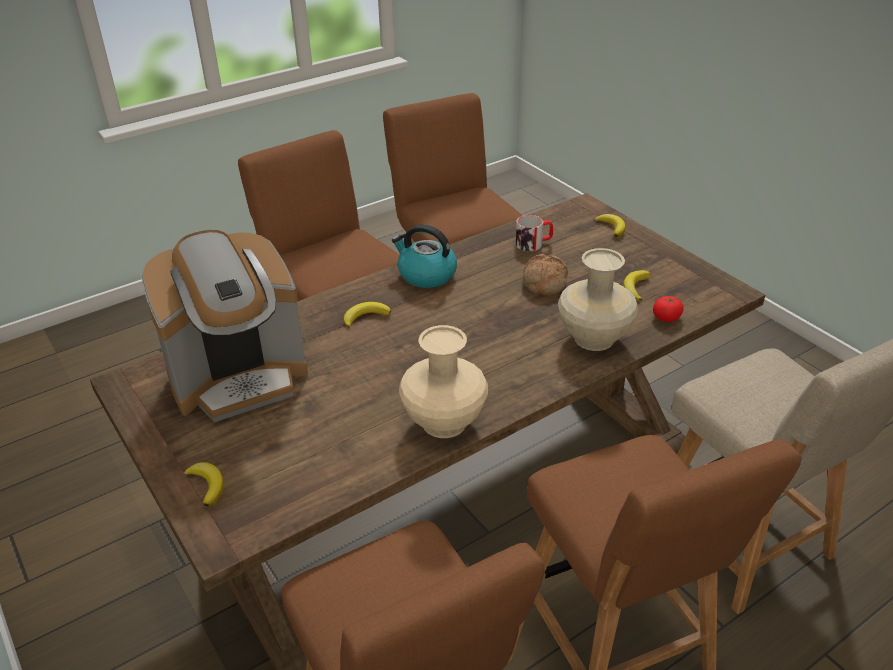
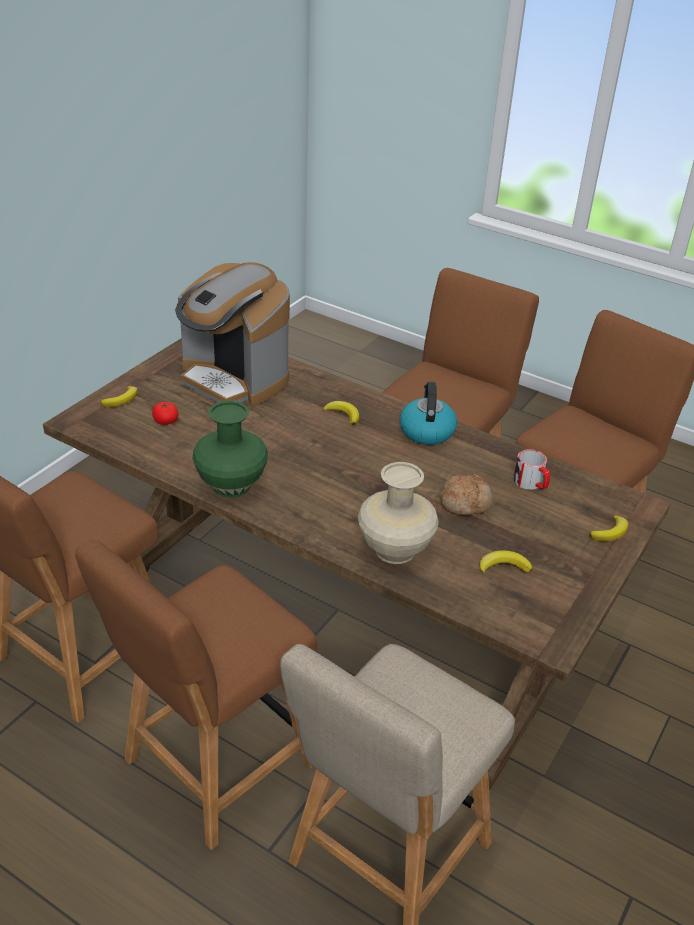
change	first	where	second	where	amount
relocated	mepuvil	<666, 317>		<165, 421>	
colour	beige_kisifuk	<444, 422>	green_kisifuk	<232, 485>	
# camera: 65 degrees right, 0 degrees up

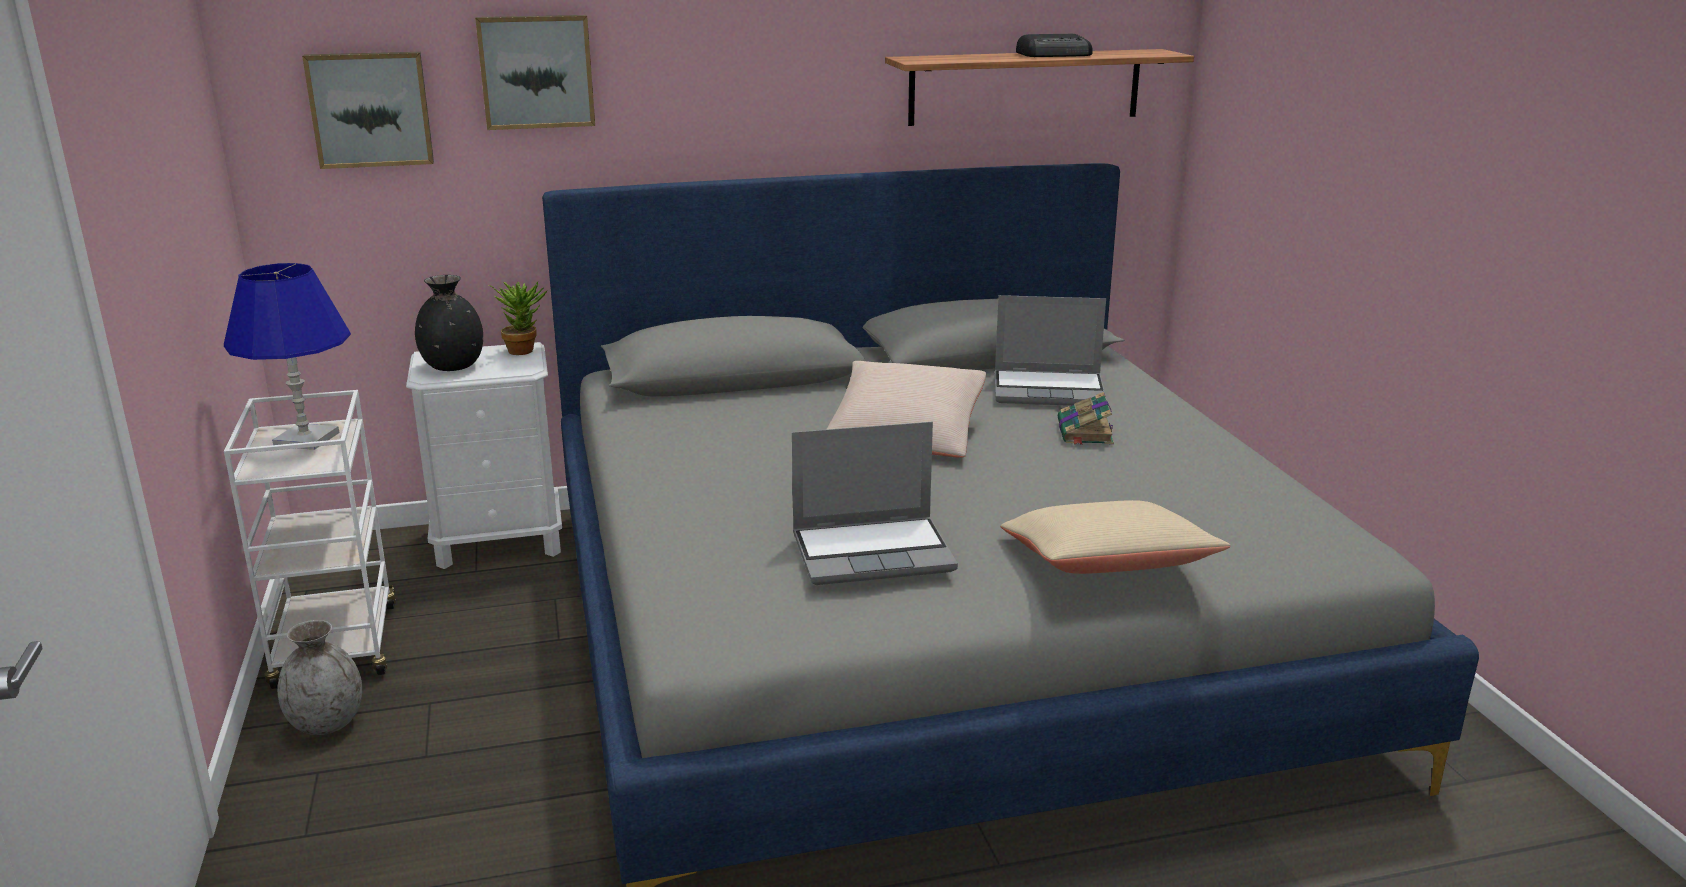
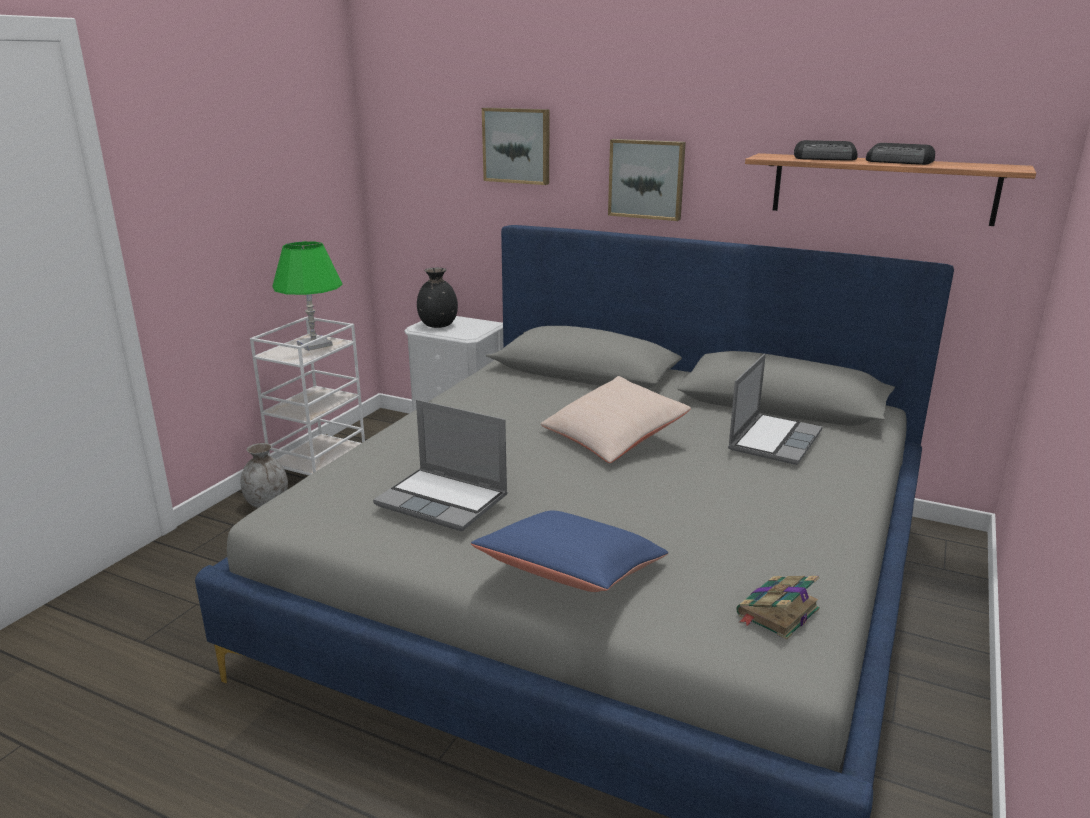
change	first	where	second	where	amount
relocated	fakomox	<370, 109>		<647, 179>	
colour	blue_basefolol	<306, 439>	green_basefolol	<314, 344>	
missing	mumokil	<524, 349>			
spun	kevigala	<1050, 390>		<773, 440>	105 degrees counterclockwise
relocated	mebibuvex	<1085, 433>		<776, 613>	
colour	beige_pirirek	<1106, 568>	blue_pirirek	<572, 574>	
appeared			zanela	<825, 158>	
# camera: 40 degrees right, 0 degrees up

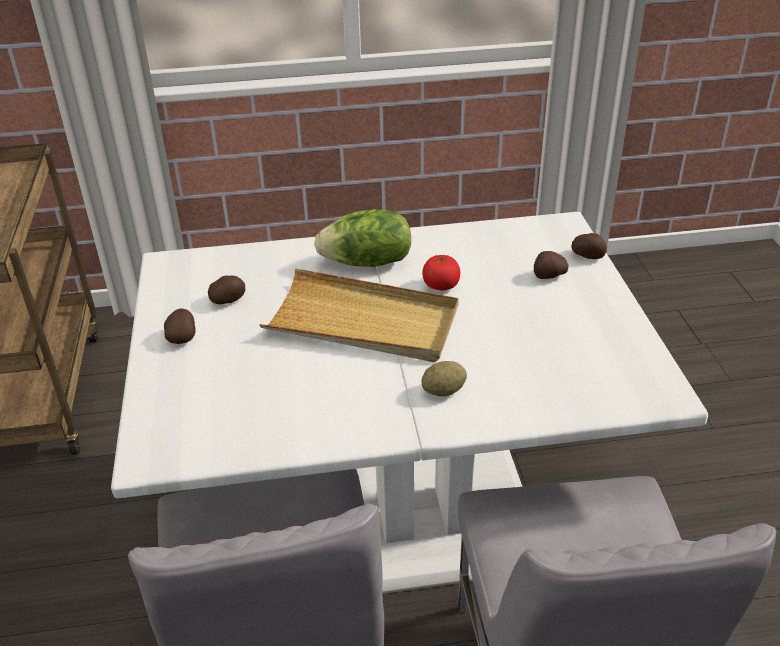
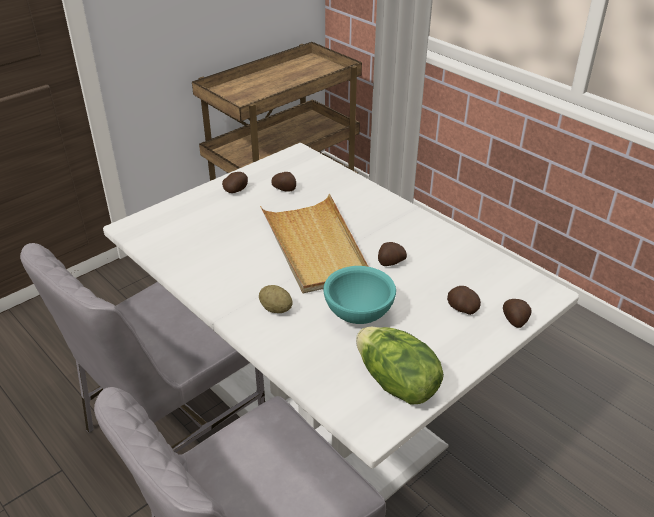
change	first	where	second	where	amount
relocated	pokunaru	<368, 263>		<396, 383>	
exchanged	mepuvil	<441, 286>	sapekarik	<390, 262>	
appeared			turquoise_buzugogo	<357, 314>	
# camera: 55 degrees right, 0 degrees up

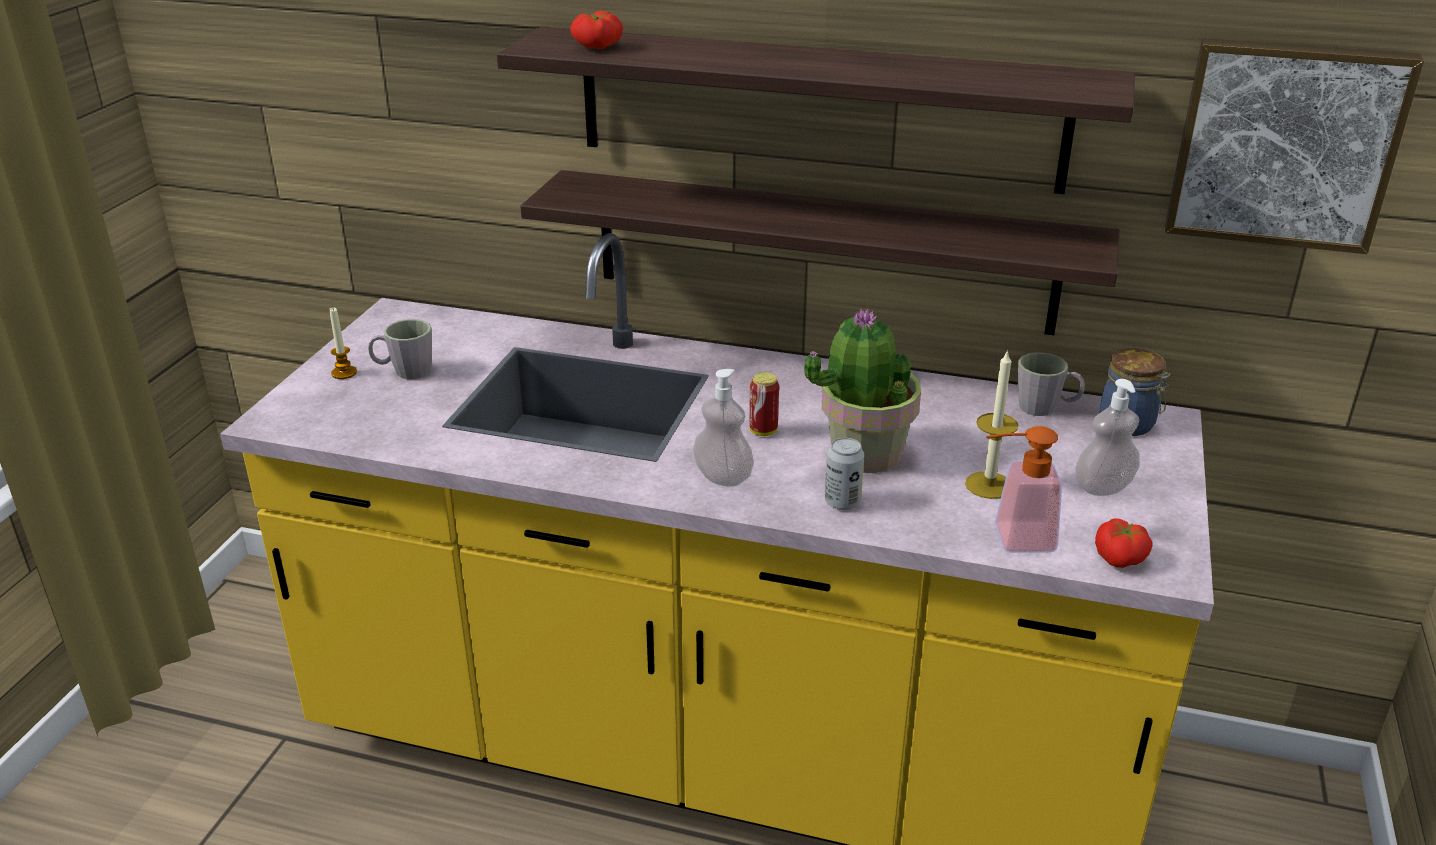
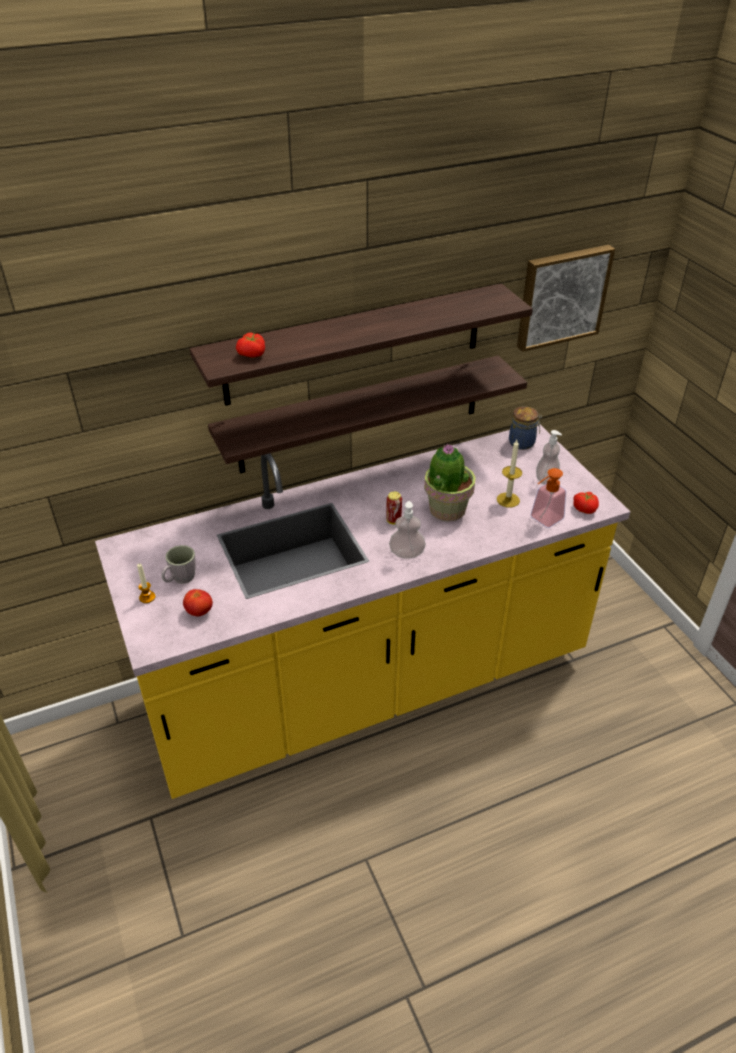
change	first	where	second	where	amount
missing	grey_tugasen	<1045, 408>			
missing	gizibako	<842, 502>			
appeared			mepuvil	<199, 612>	
# camera: 40 degrees left, 10 degrees up

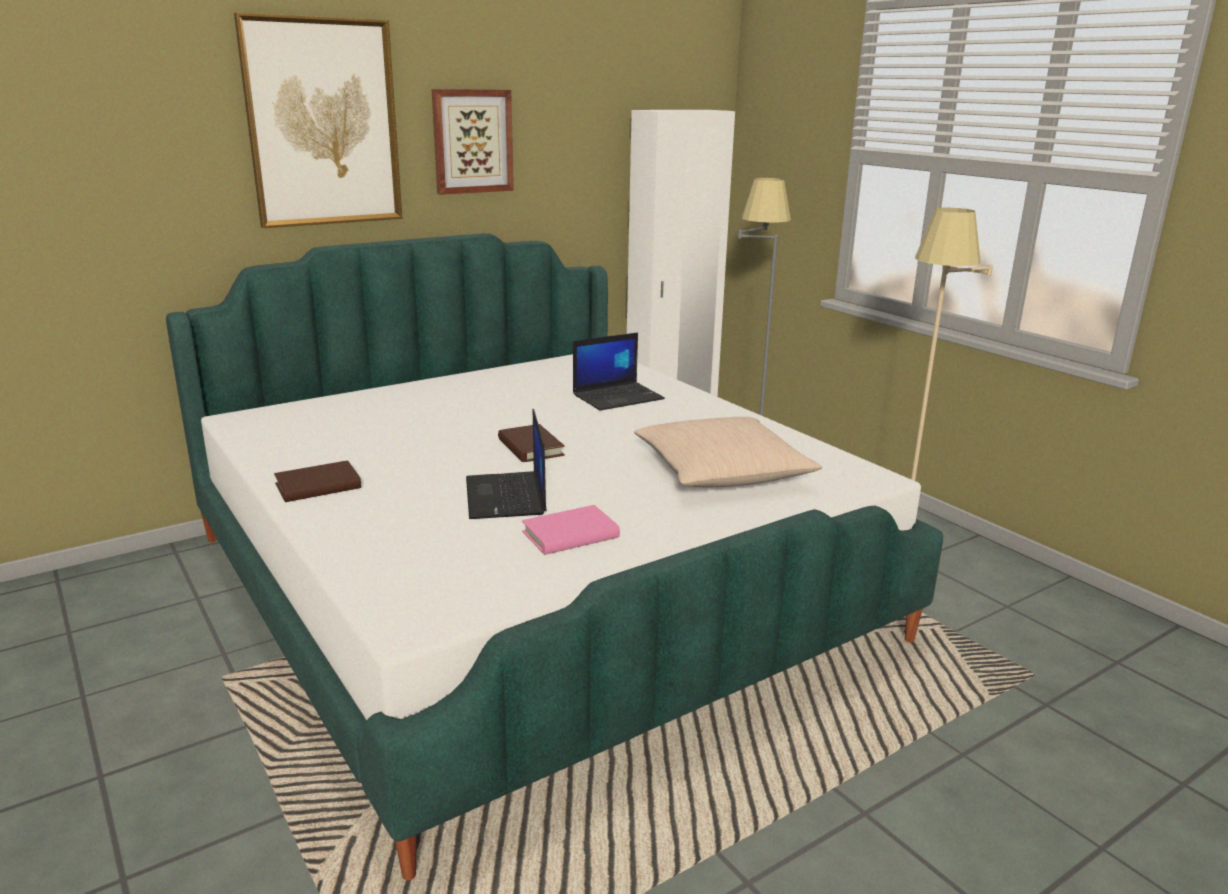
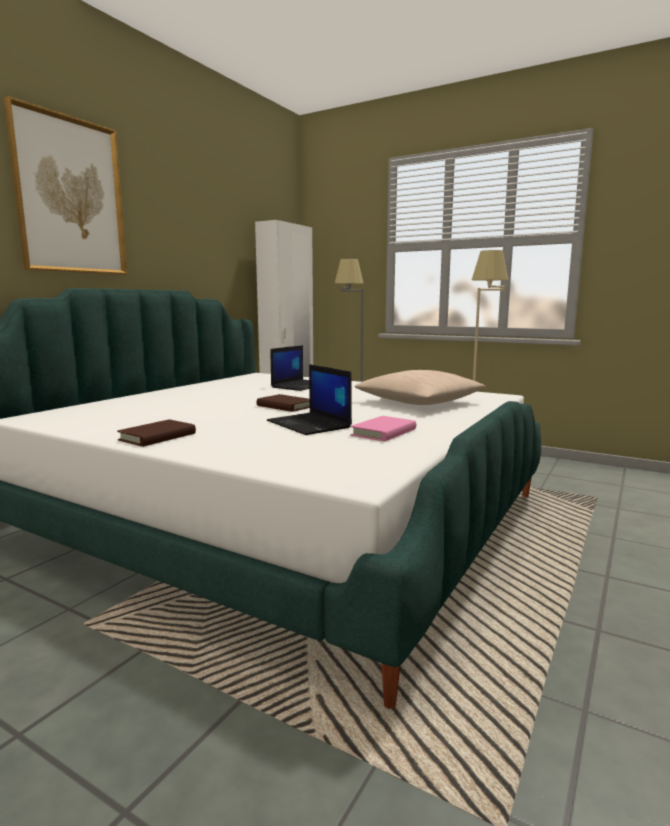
change	first	where	second	where	amount
missing	fakomox	<472, 141>			
# camera: 25 degrees left, 10 degrees down

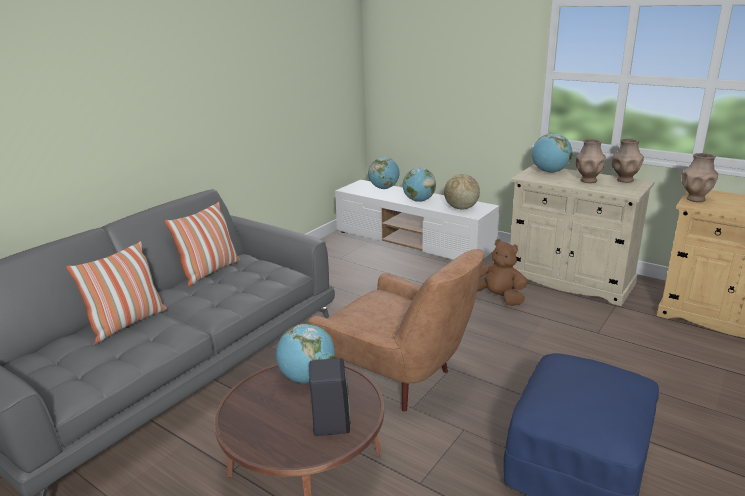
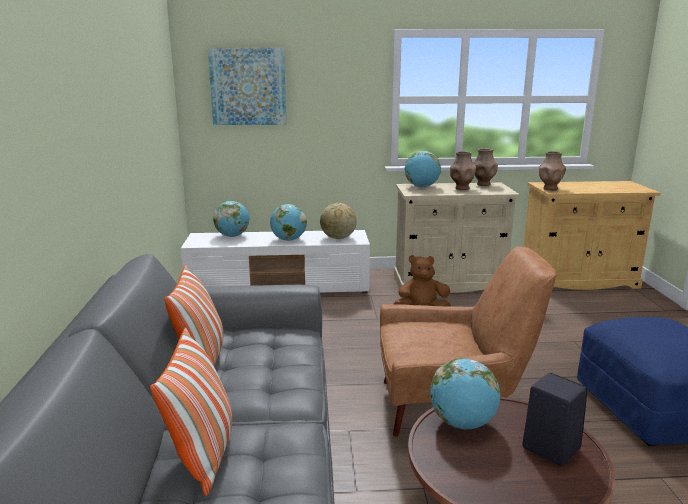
change	first	where	second	where	amount
appeared			fakomox	<248, 86>	
# camera: 40 degrees left, 5 degrees down

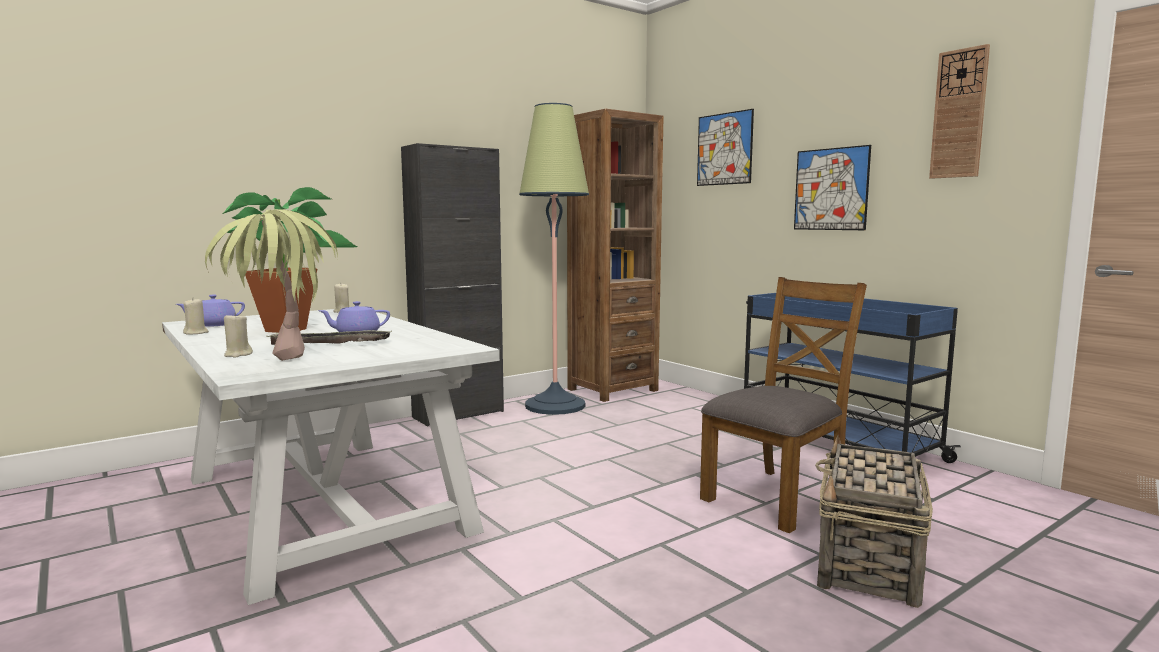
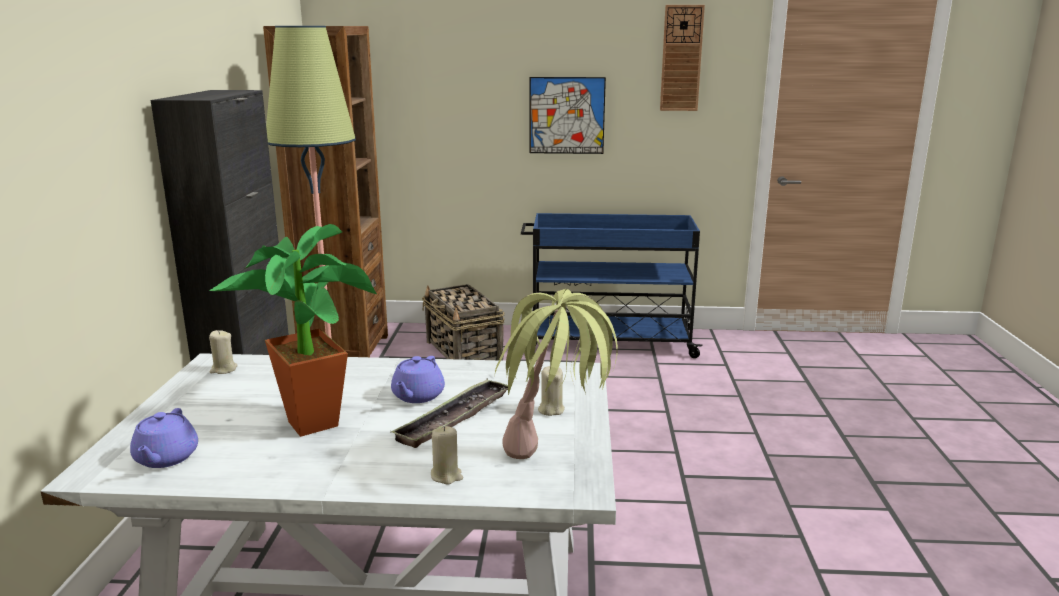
change	first	where	second	where	amount
missing	fakomox	<724, 149>			
missing	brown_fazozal	<777, 497>			
relocated	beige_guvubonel	<196, 333>		<551, 409>	
relocated	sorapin	<868, 563>		<464, 352>	
# camera: 50 degrees left, 10 degrees up

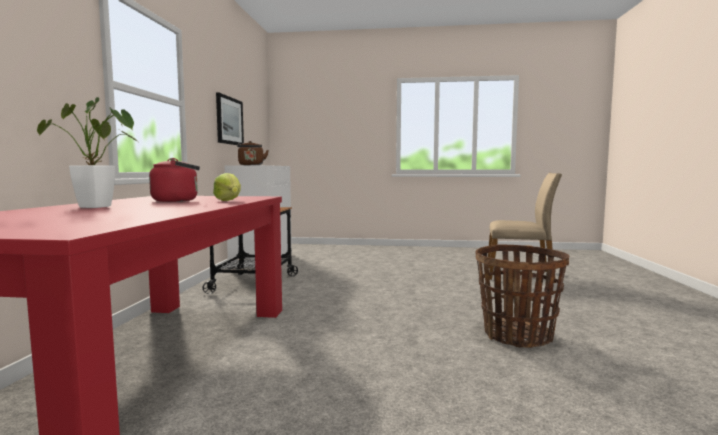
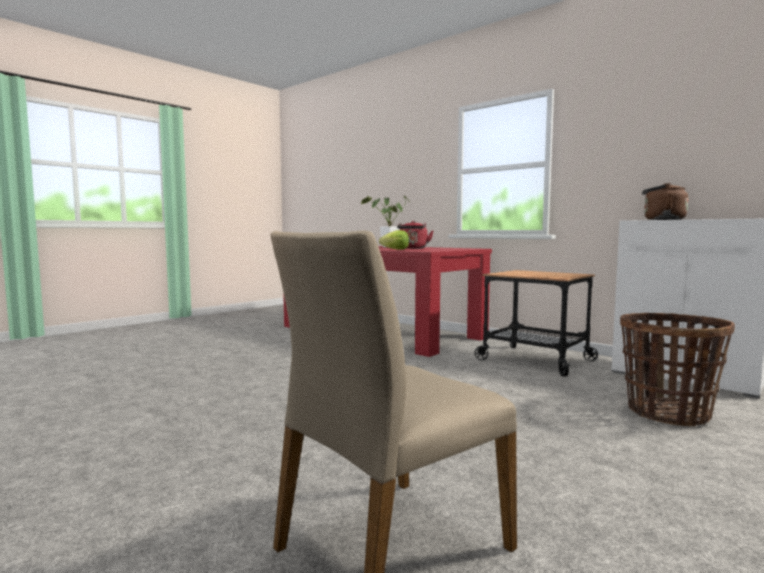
change	first	where	second	where	amount
missing	fakomox	<229, 121>			
relocated	sorapin	<517, 335>		<667, 413>	
# camera: 125 degrees right, 0 degrees up

